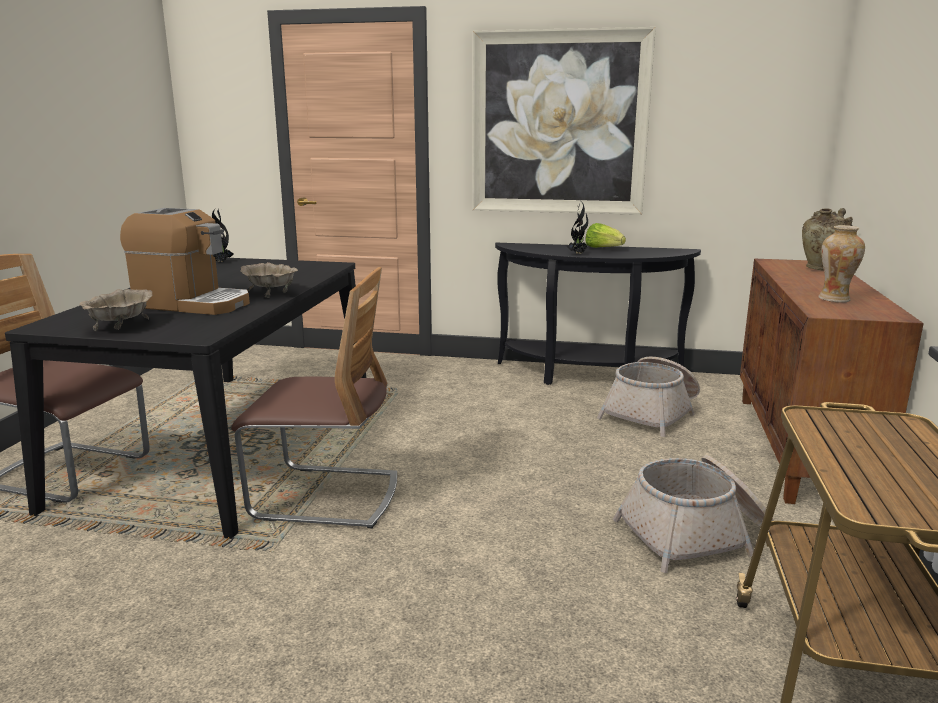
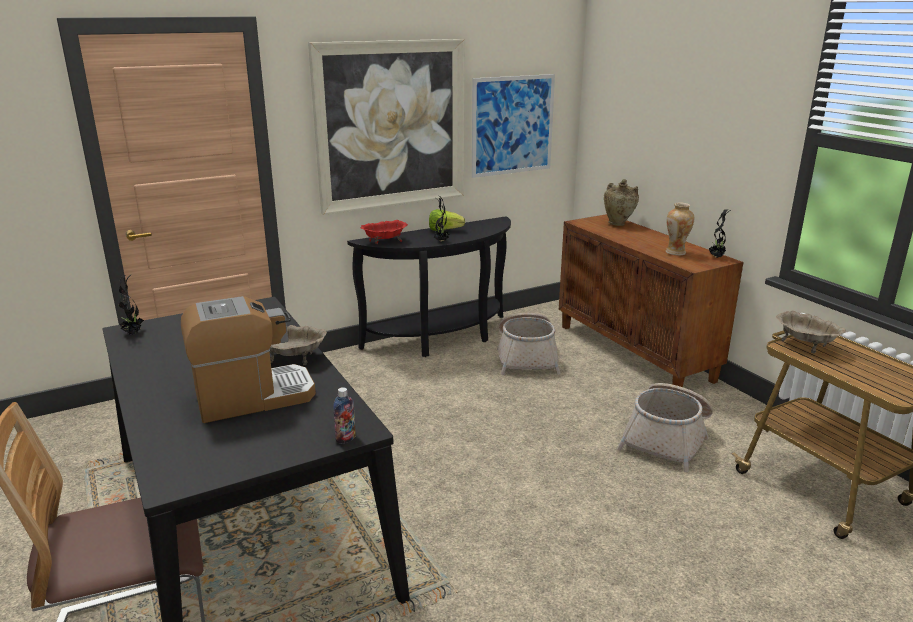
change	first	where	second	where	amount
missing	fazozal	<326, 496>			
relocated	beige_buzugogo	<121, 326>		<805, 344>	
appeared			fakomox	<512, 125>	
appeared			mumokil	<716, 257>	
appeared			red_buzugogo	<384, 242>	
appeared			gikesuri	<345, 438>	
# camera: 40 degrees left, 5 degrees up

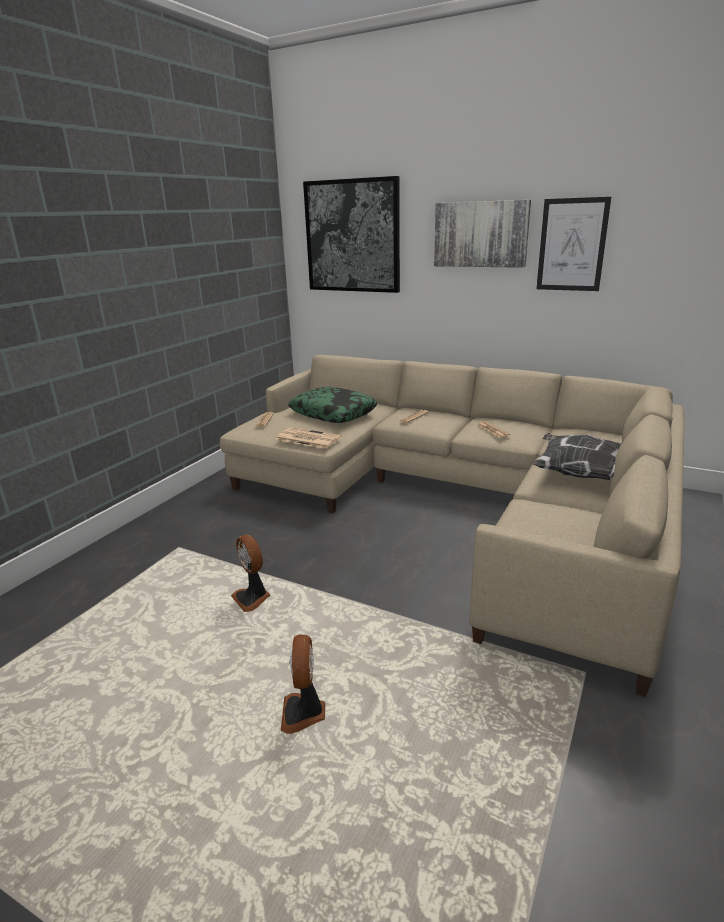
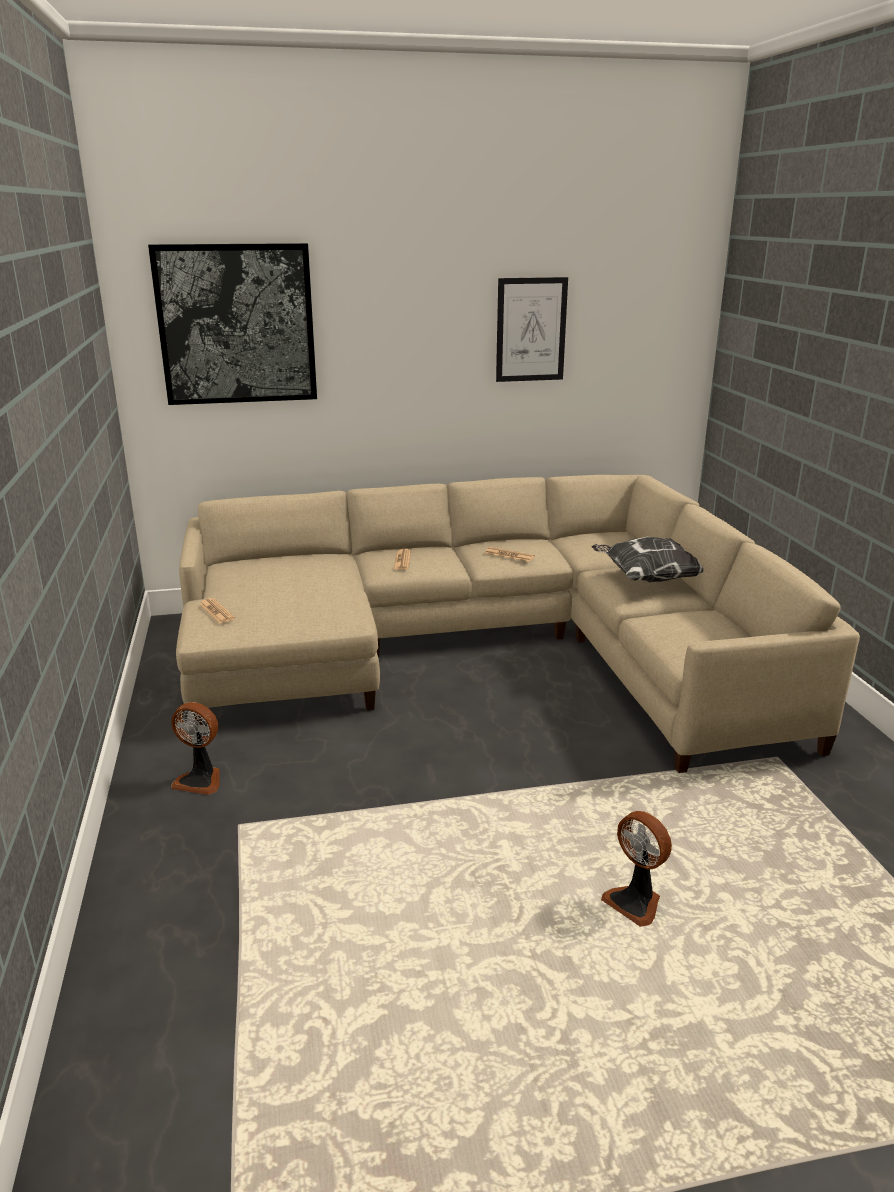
change	first	where	second	where	amount
missing	fakomox	<480, 234>			
missing	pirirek	<333, 413>			
missing	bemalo	<307, 438>			
relocated	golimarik	<252, 598>		<201, 780>	
# camera: 40 degrees left, 0 degrees up

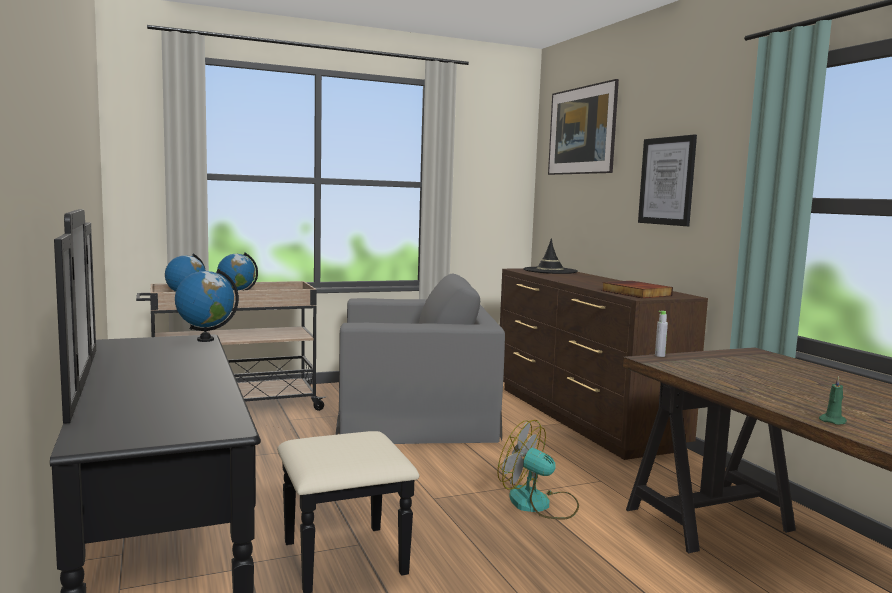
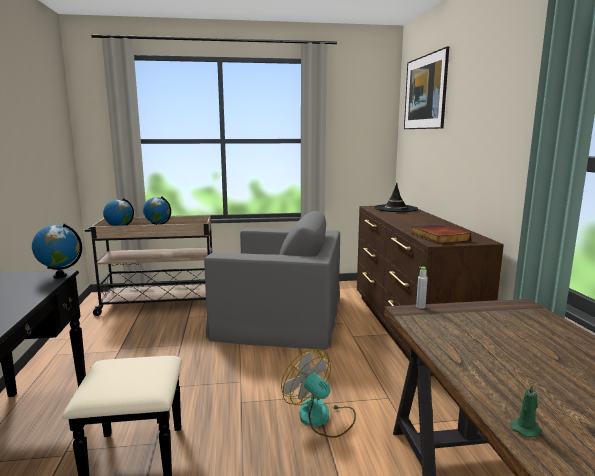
change	first	where	second	where	amount
missing	fakomox	<667, 181>			
# camera: 15 degrees right, 5 degrees up

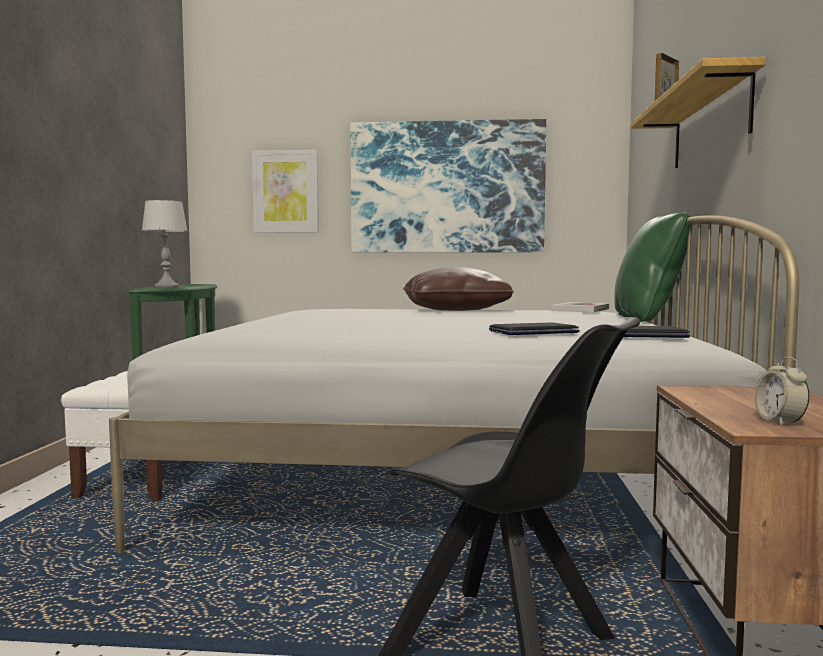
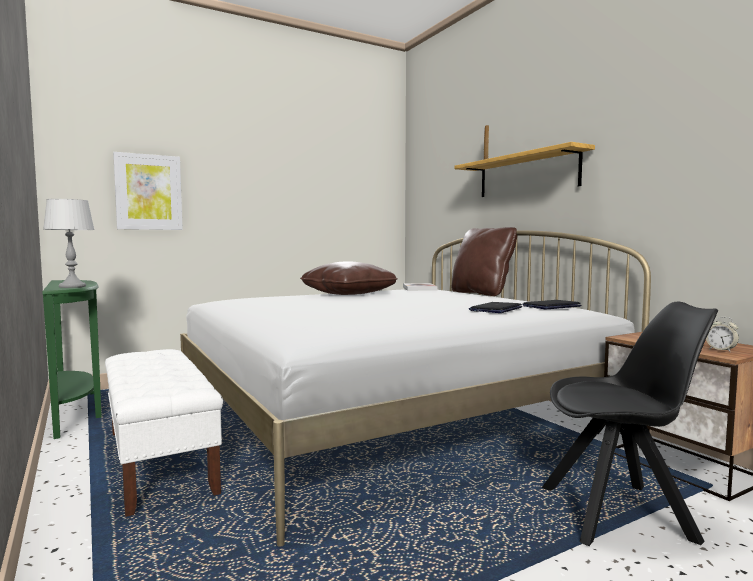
change	first	where	second	where	amount
missing	fakomox	<446, 187>			
colour	green_pirirek	<648, 319>	brown_pirirek	<482, 293>	
# camera: 35 degrees left, 0 degrees up

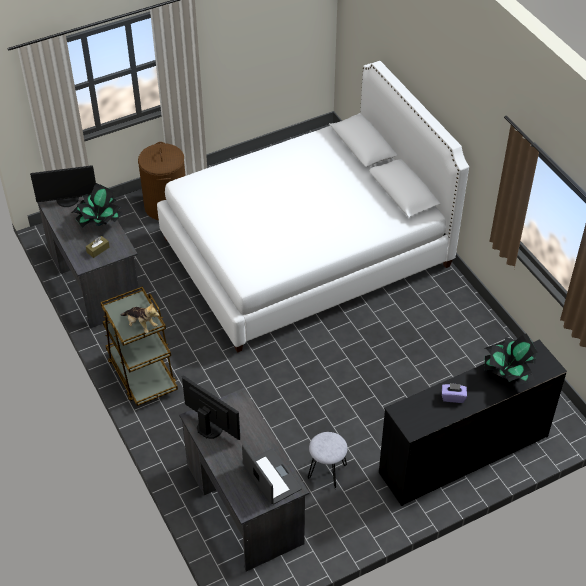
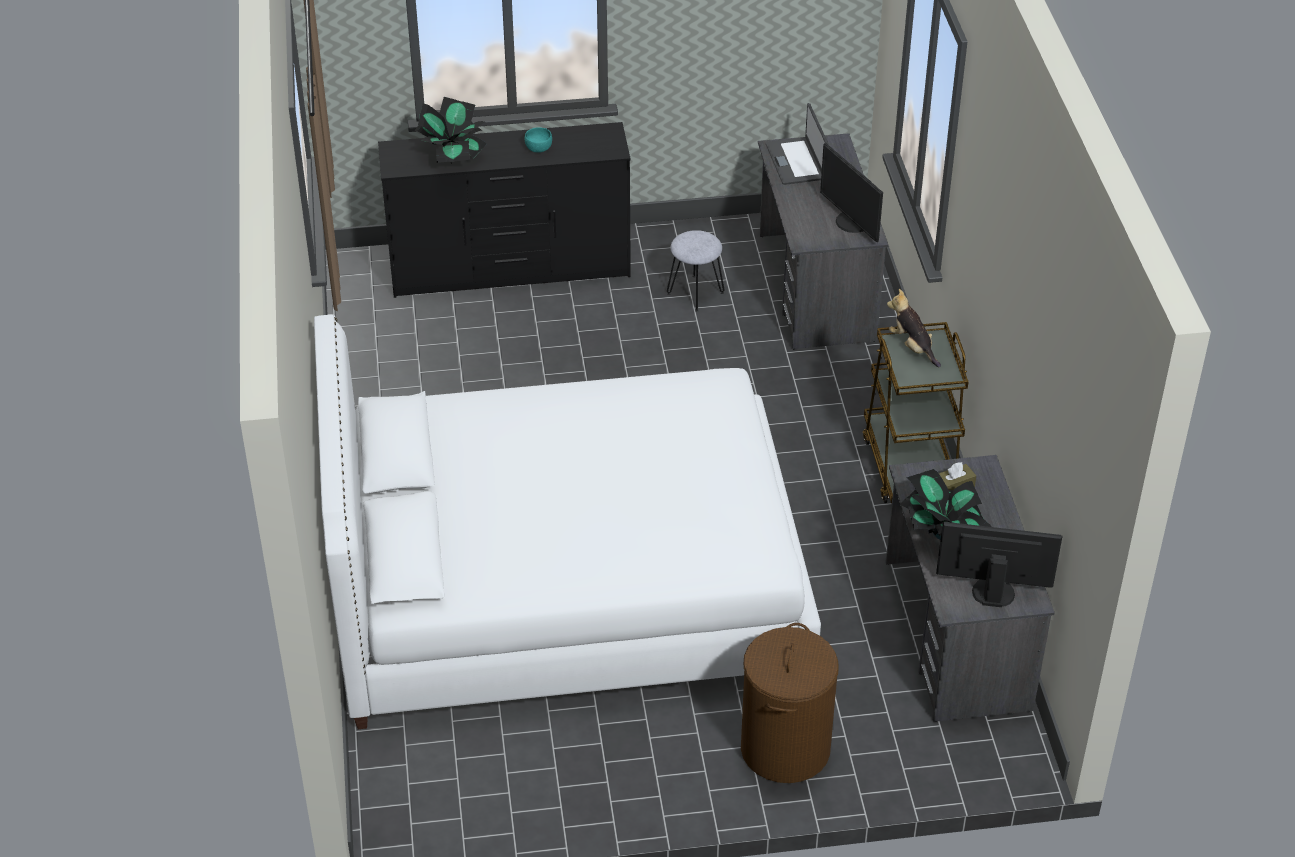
change	first	where	second	where	amount
exchanged	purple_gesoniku	<453, 397>	turquoise_buzugogo	<539, 148>	
# camera: 160 degrees left, 5 degrees down

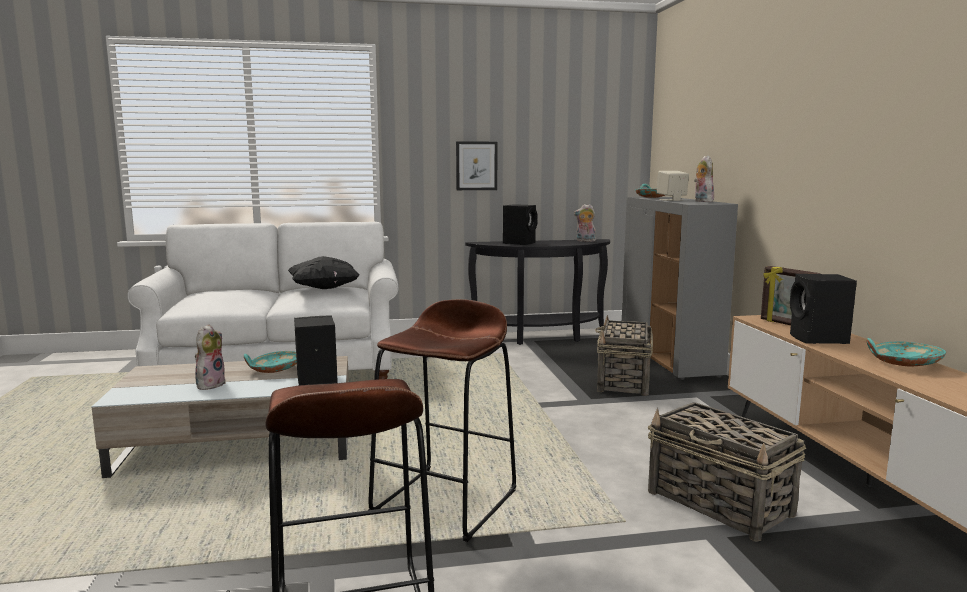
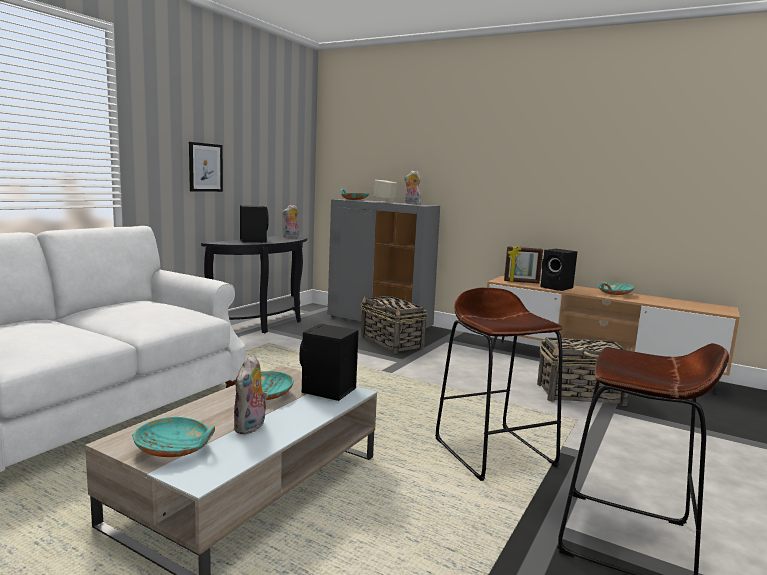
change	first	where	second	where	amount
missing	black_pirirek	<324, 289>			
spun	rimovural	<210, 384>		<251, 427>	135 degrees counterclockwise
appeared			turquoise_buzugogo	<175, 449>	
# camera: 50 degrees left, 0 degrees up

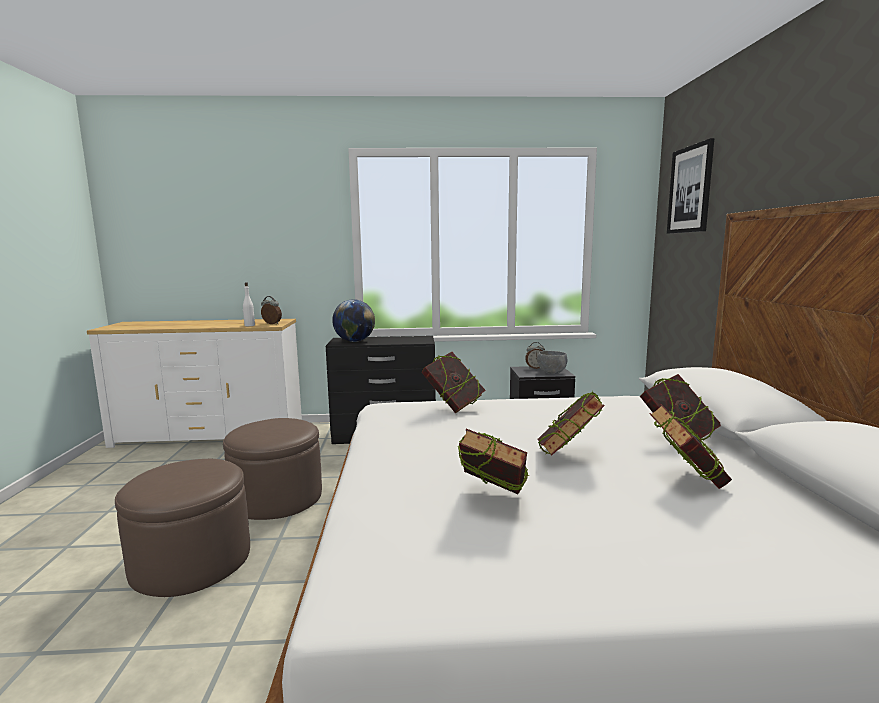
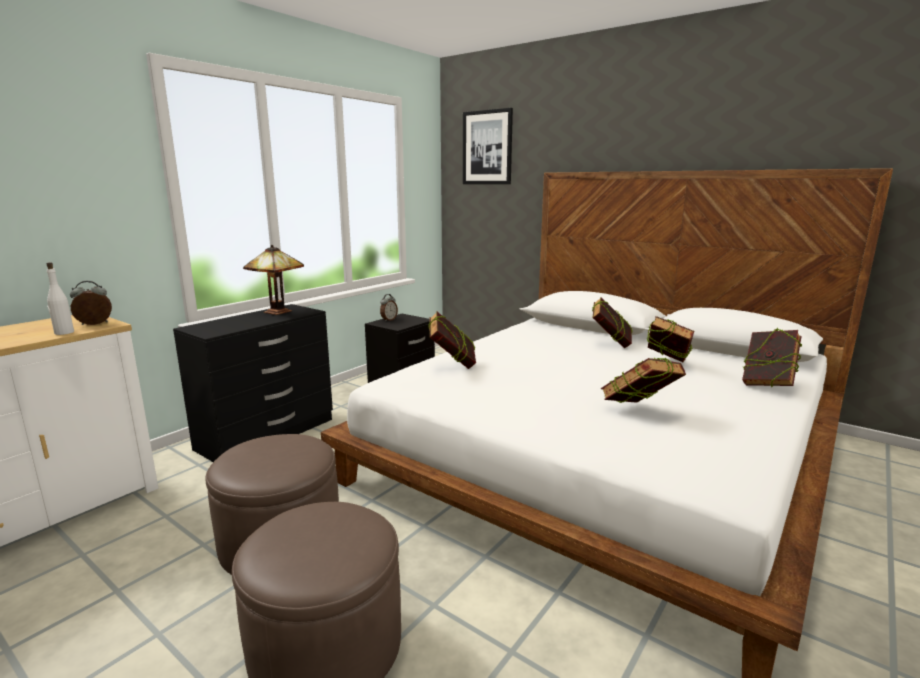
change	first	where	second	where	amount
missing	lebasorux	<354, 341>			
missing	grey_buzugogo	<551, 373>			
relocated	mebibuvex	<568, 456>		<767, 385>	
appeared			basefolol	<278, 311>	
# camera: 50 degrees left, 5 degrees up

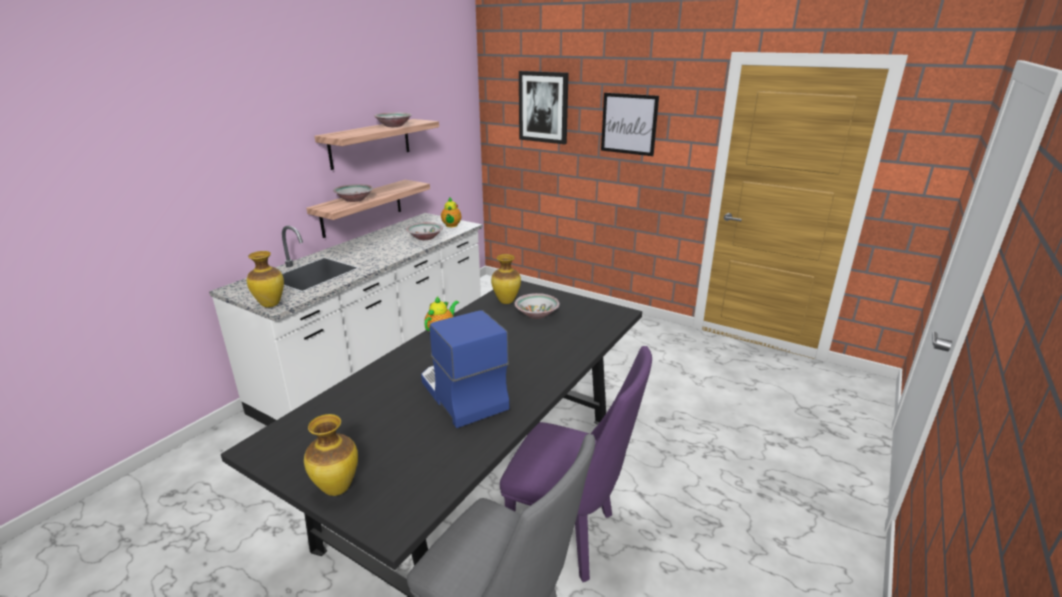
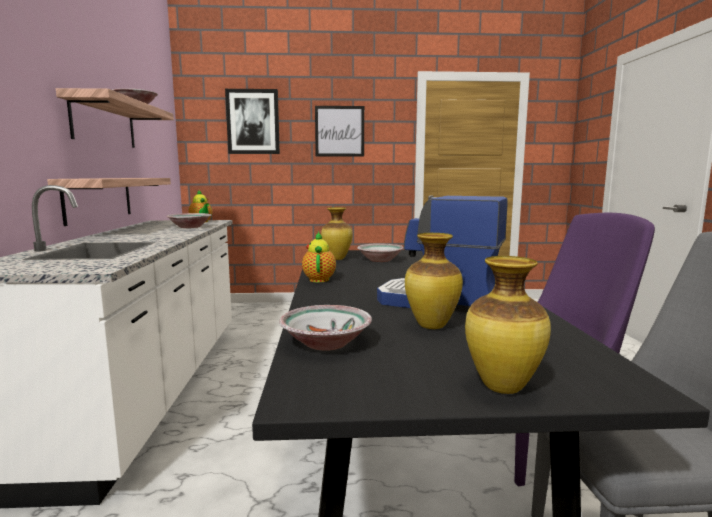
change	first	where	second	where	amount
relocated	buzugogo	<354, 199>		<325, 343>	
relocated	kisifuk	<270, 304>		<430, 326>	
# camera: 35 degrees left, 15 degrees down

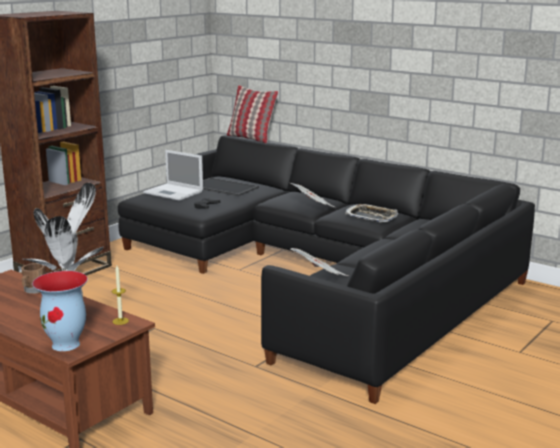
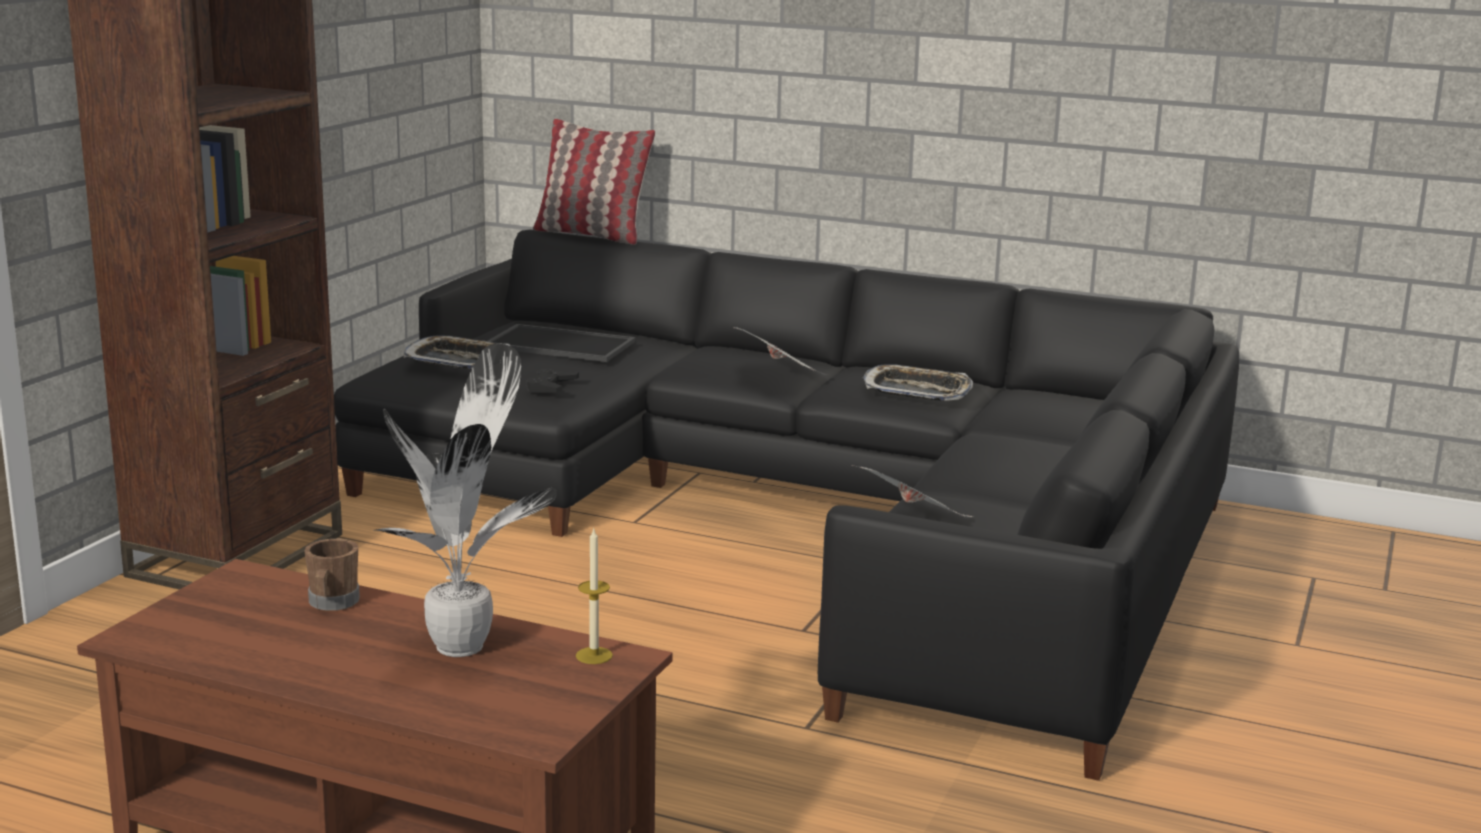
change	first	where	second	where	amount
exchanged	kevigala	<174, 192>	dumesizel	<458, 361>	
missing	kisifuk	<67, 344>			
# camera: 15 degrees left, 0 degrees up

